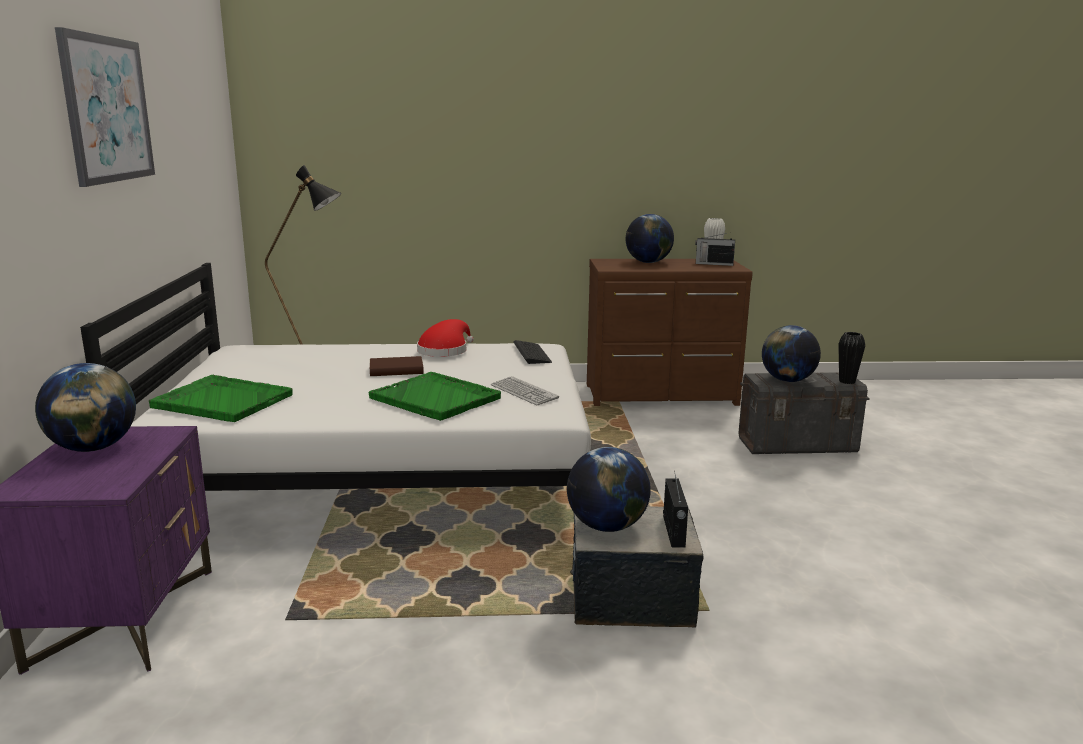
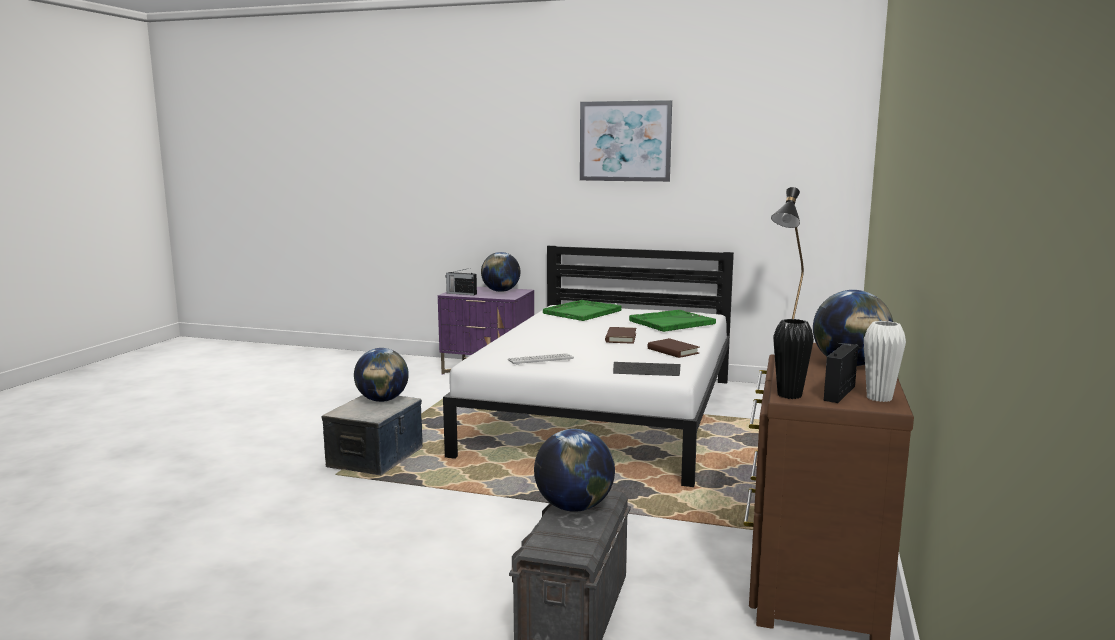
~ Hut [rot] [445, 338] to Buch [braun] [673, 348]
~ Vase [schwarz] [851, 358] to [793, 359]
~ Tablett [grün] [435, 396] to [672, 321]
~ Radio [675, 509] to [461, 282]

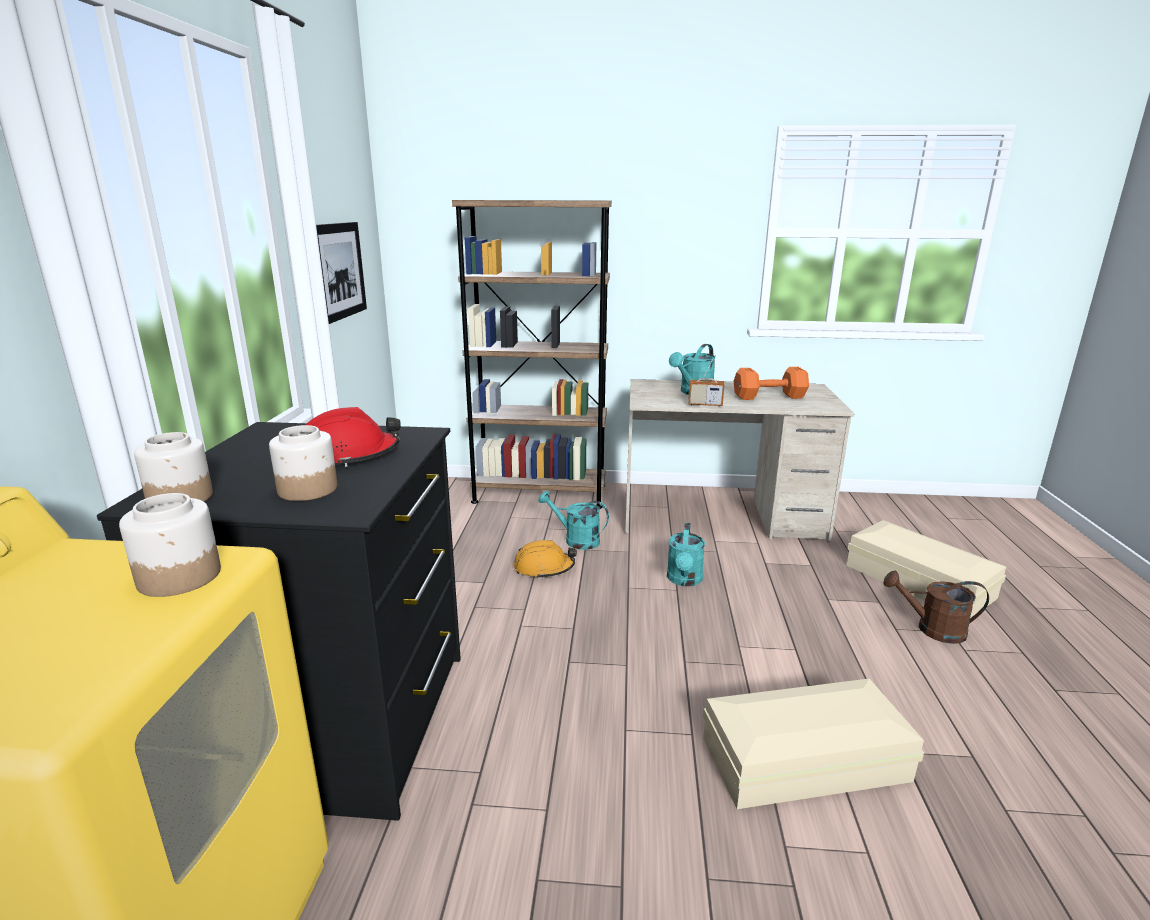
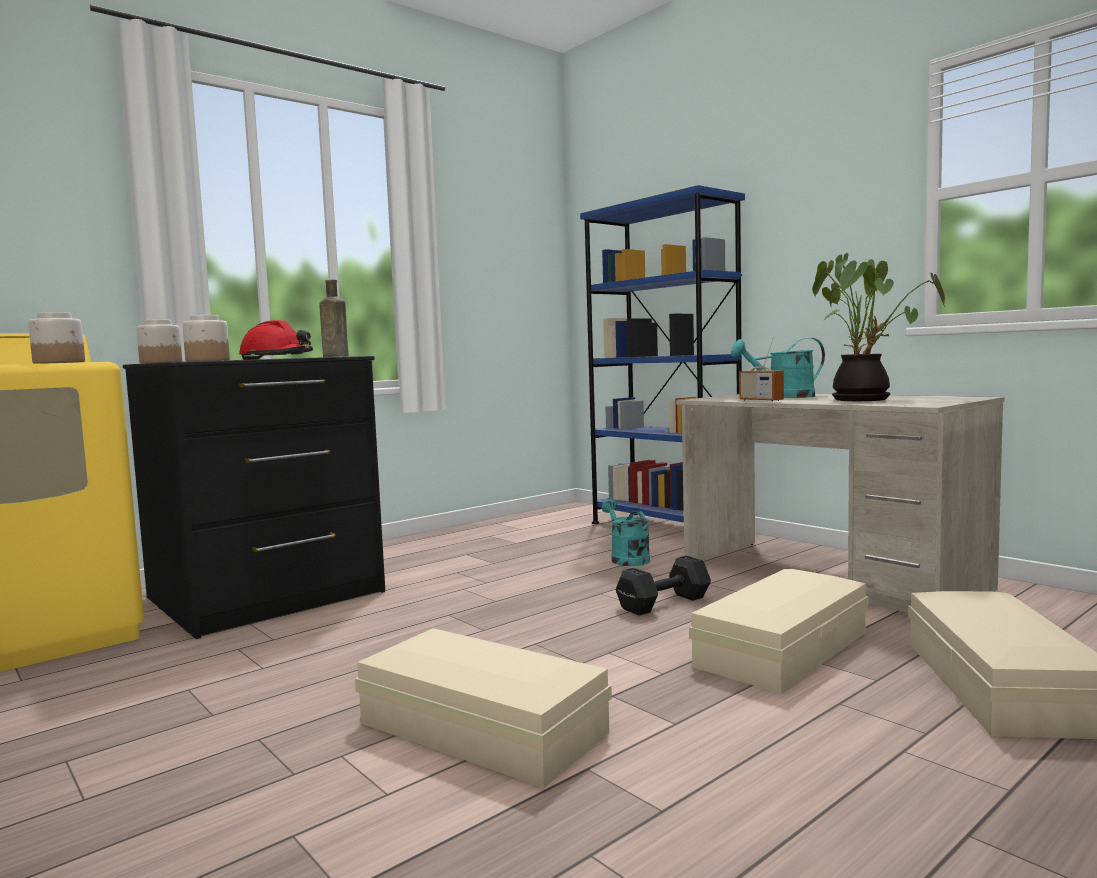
~ Bücherregal [braun] [532, 354] to Bücherregal [blau] [662, 354]
- Bild [341, 273]
~ Hantel [orange] [771, 383] to Topfpflanze [878, 327]
~ Gießkanne [türkis] [686, 554] to Hantel [schwarz] [663, 585]
- Schutzhelm [orange] [545, 559]
- Gießkanne [braun] [936, 607]
+ Flasche [braun] [334, 318]
+ Aufbewahrungsbox [beige] [778, 631]

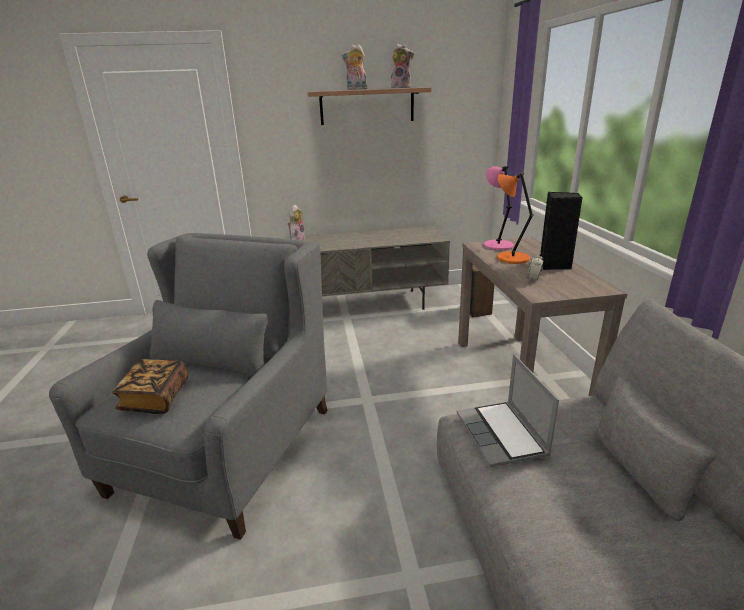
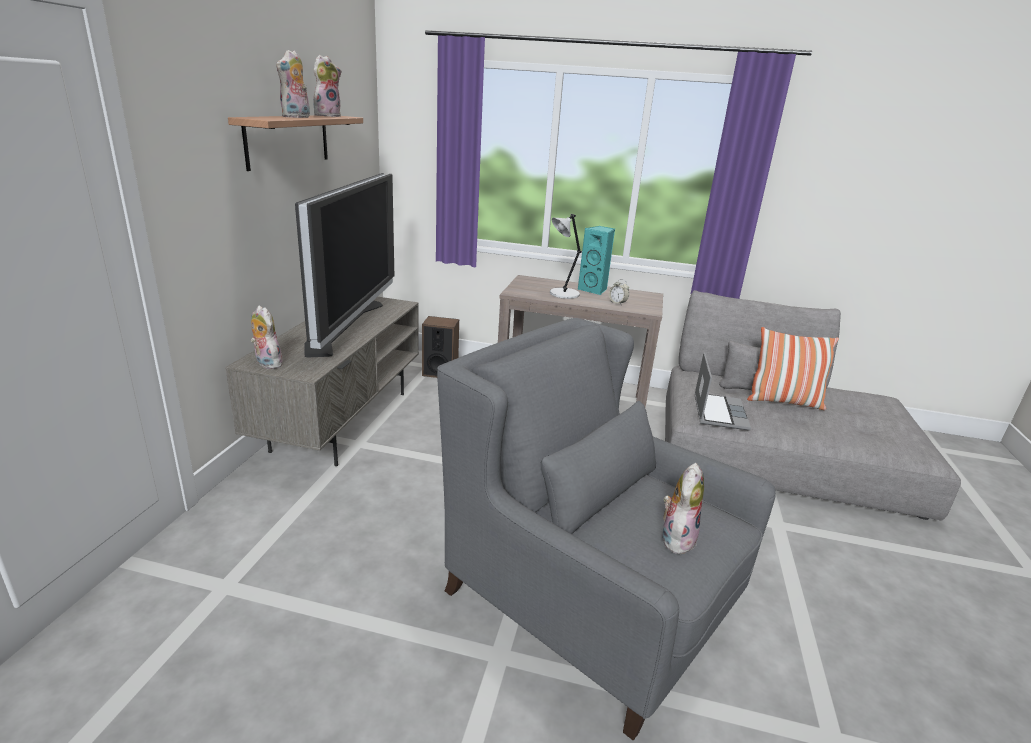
- Tischlampe [rosa] [499, 208]
~ Tischlampe [orange] [515, 218] to Tischlampe [grau] [566, 256]
~ Lautsprecher [schwarz] [561, 231] to Lautsprecher [türkis] [596, 260]
~ Laptop [508, 410] = [722, 391] 90 degrees counterclockwise
~ Buch [150, 386] to Plüschtier [682, 508]
+ Fernseher [344, 265]
+ Kissen [793, 368]

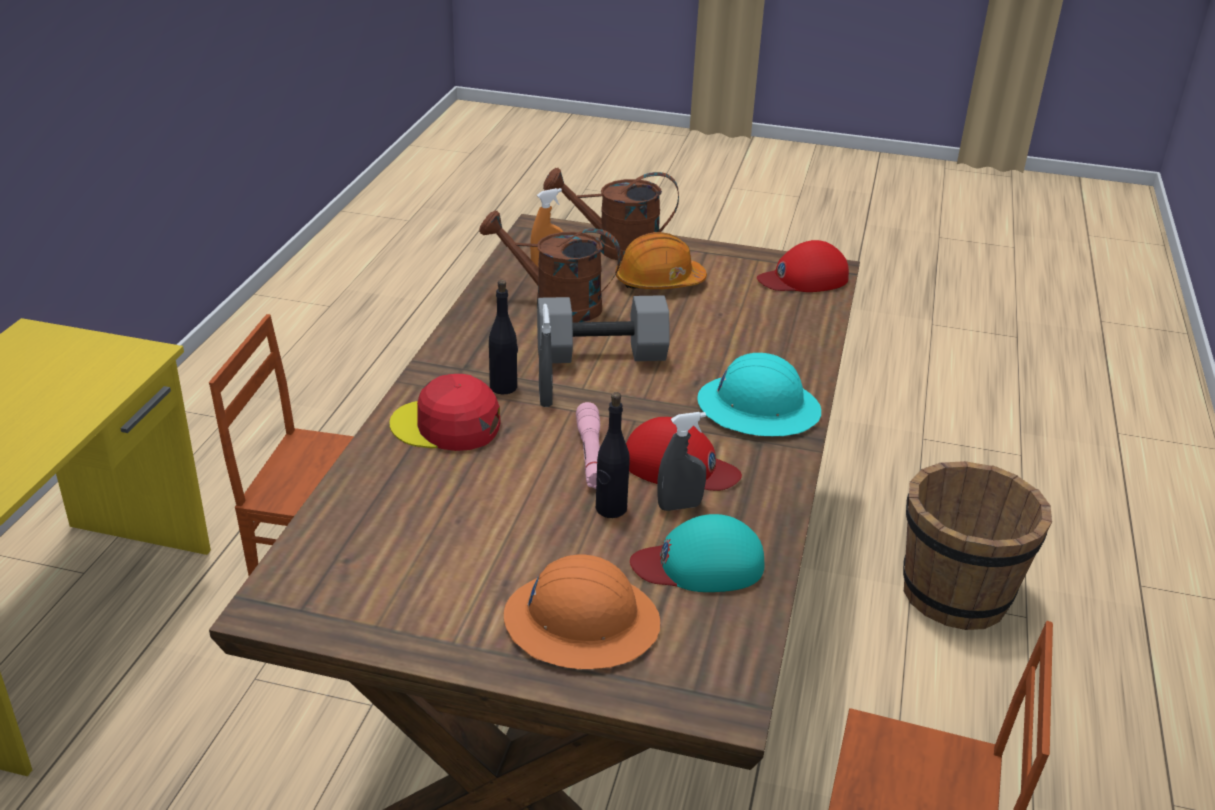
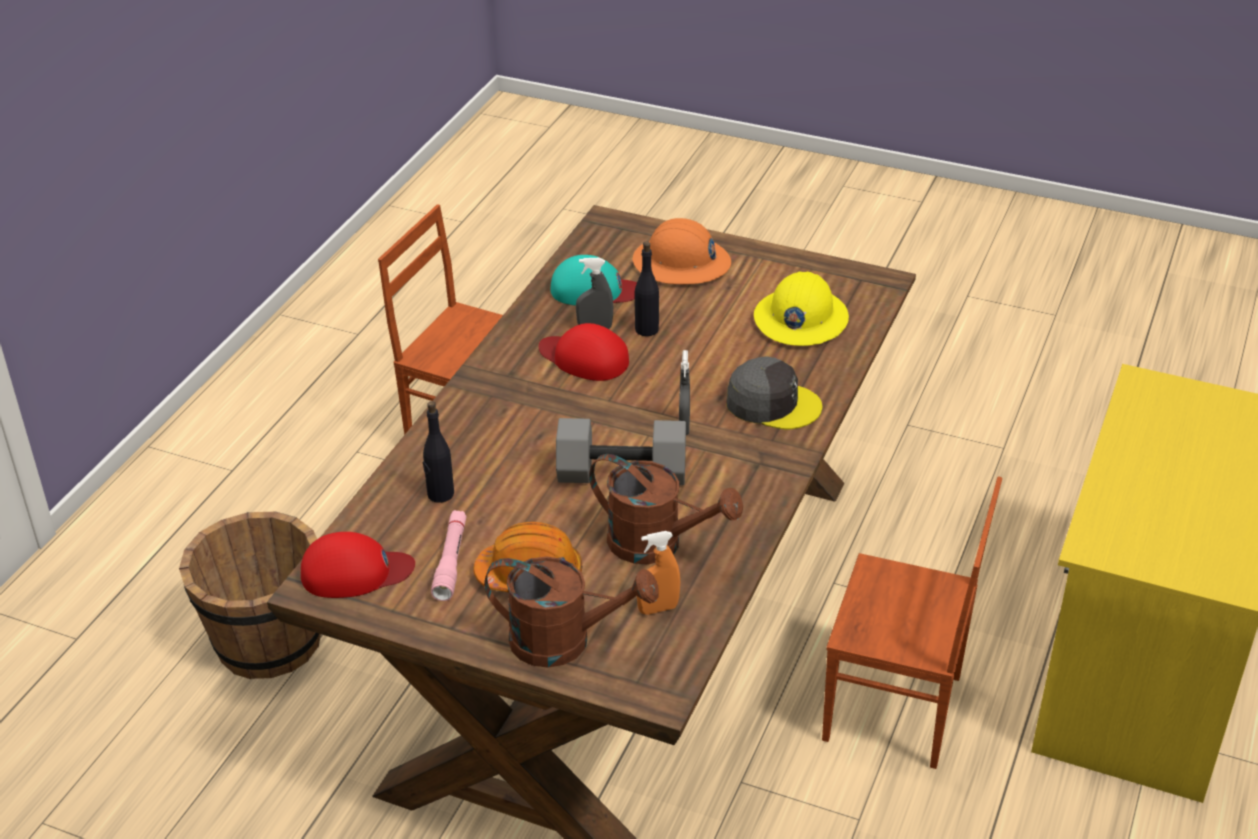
~ Flasche [schwarz] [503, 337] to [438, 452]
- Schutzhelm [türkis] [759, 394]
~ Kappe [rot] [444, 412] to Kappe [grau] [774, 393]
~ Taschenlampe [rosa] [588, 445] to [448, 555]
+ Schutzhelm [gelb] [801, 308]

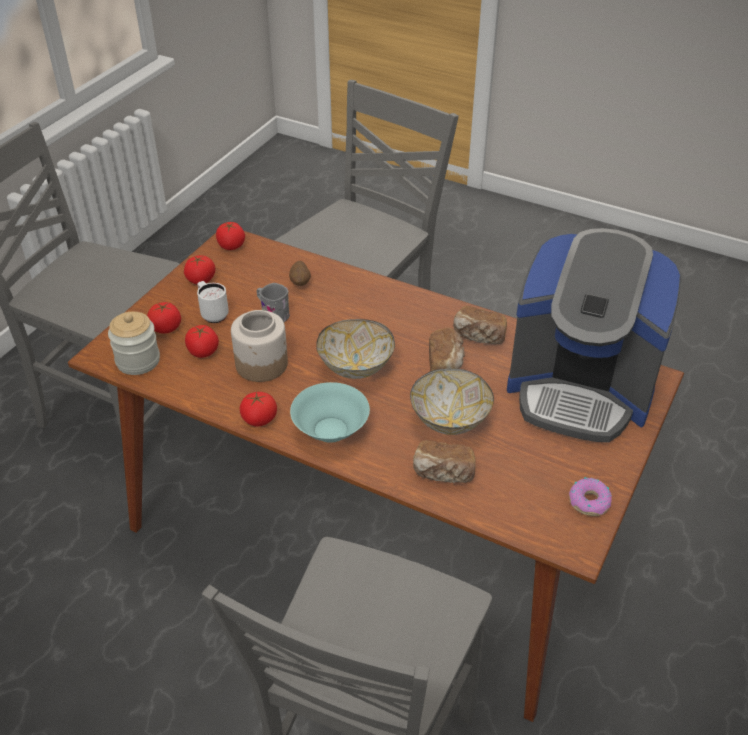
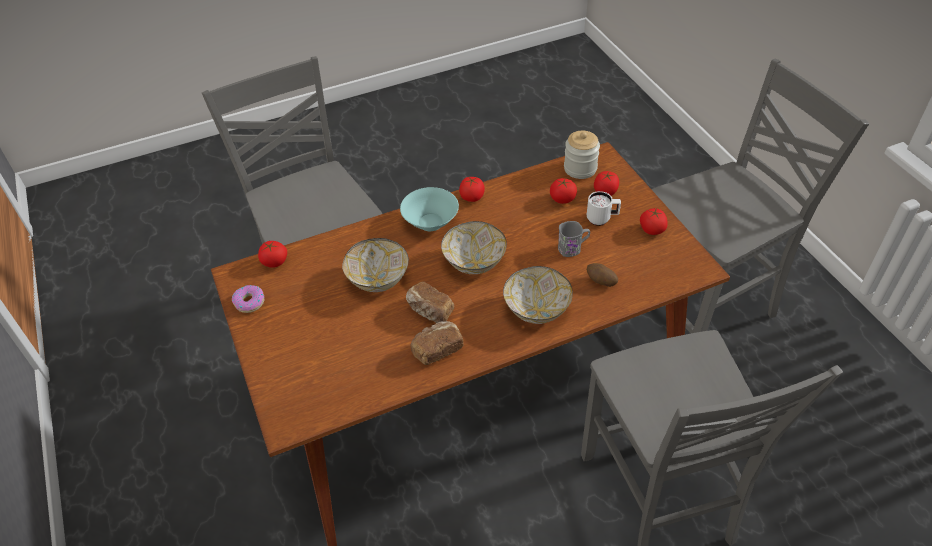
~ Tomate [230, 236] to [272, 254]
- Kaffeemaschine [594, 335]
- Vorratsglas [259, 346]
- Brot [444, 461]
+ Schüssel [538, 295]

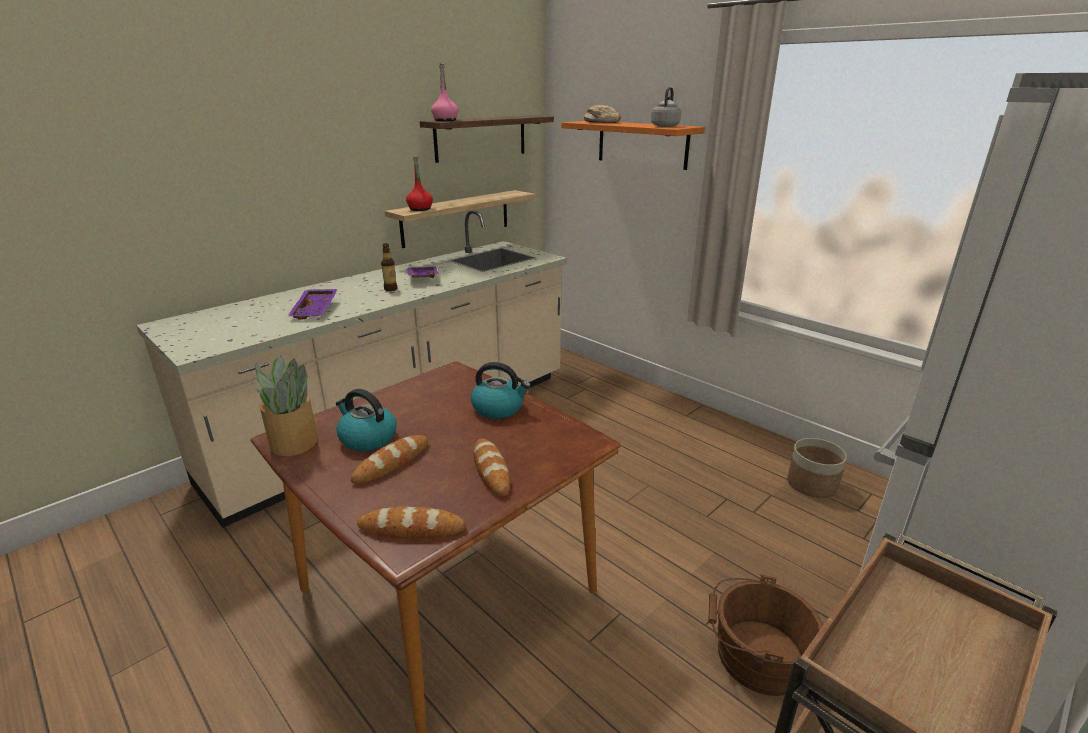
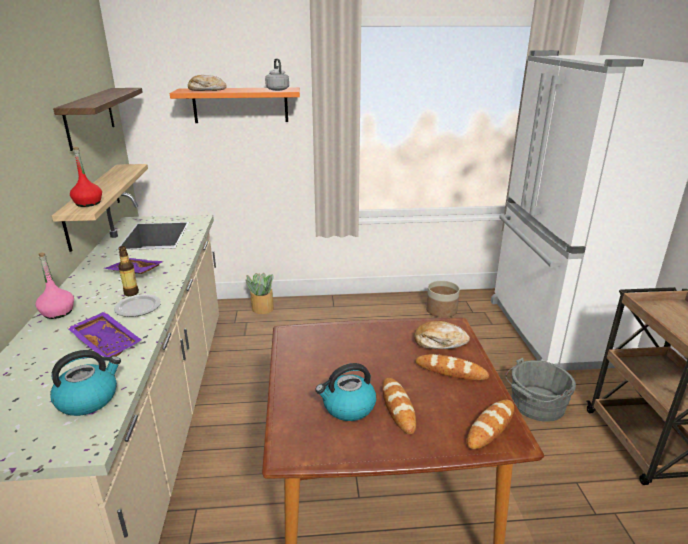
~ Flasche [rosa] [444, 92] to [54, 286]
~ Topfpflanze [285, 405] to [259, 293]
~ Wasserkessel [501, 390] to [85, 383]
~ Eimer [braun] [765, 635] to Eimer [grau] [540, 390]
+ Teller [137, 305]
+ Brot [442, 335]

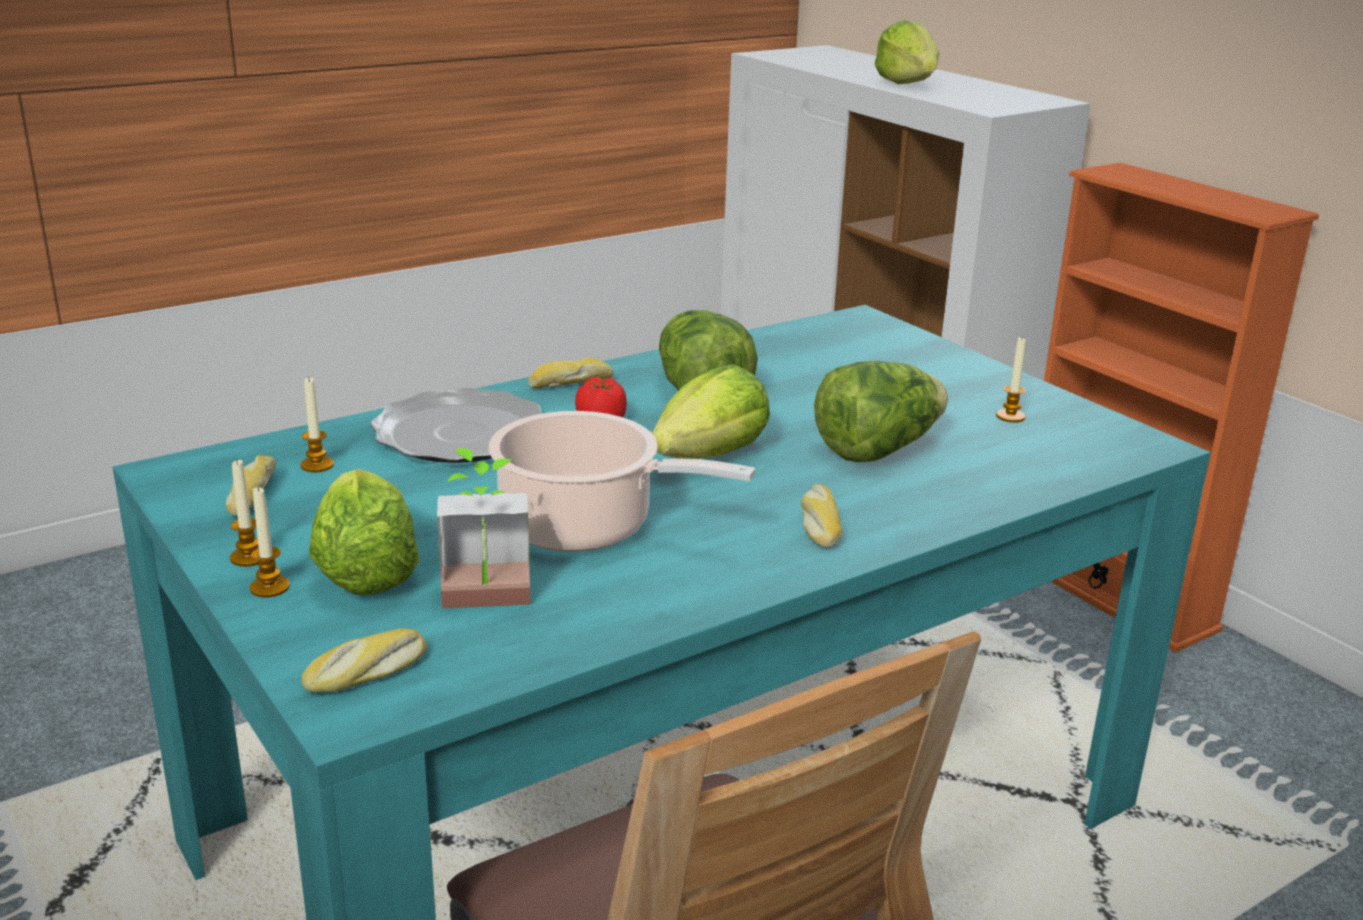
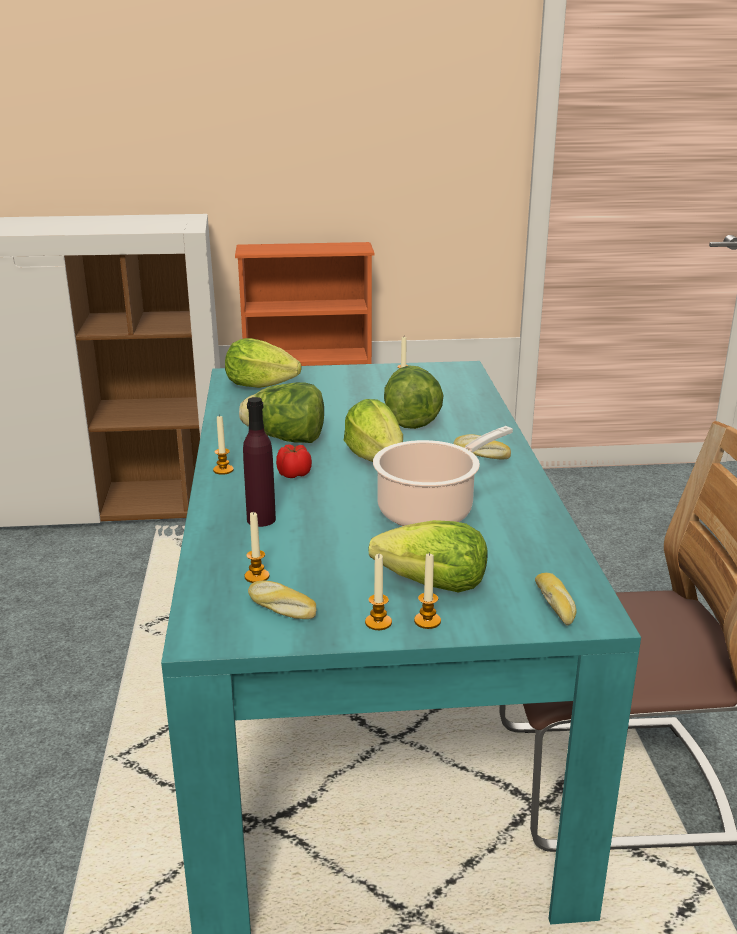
~ Salatkopf [906, 52] to [263, 363]
~ Brot [570, 372] to Kerze [223, 444]
~ Teller [456, 425] to Flasche [lila] [259, 462]
- Topfpflanze [483, 528]

